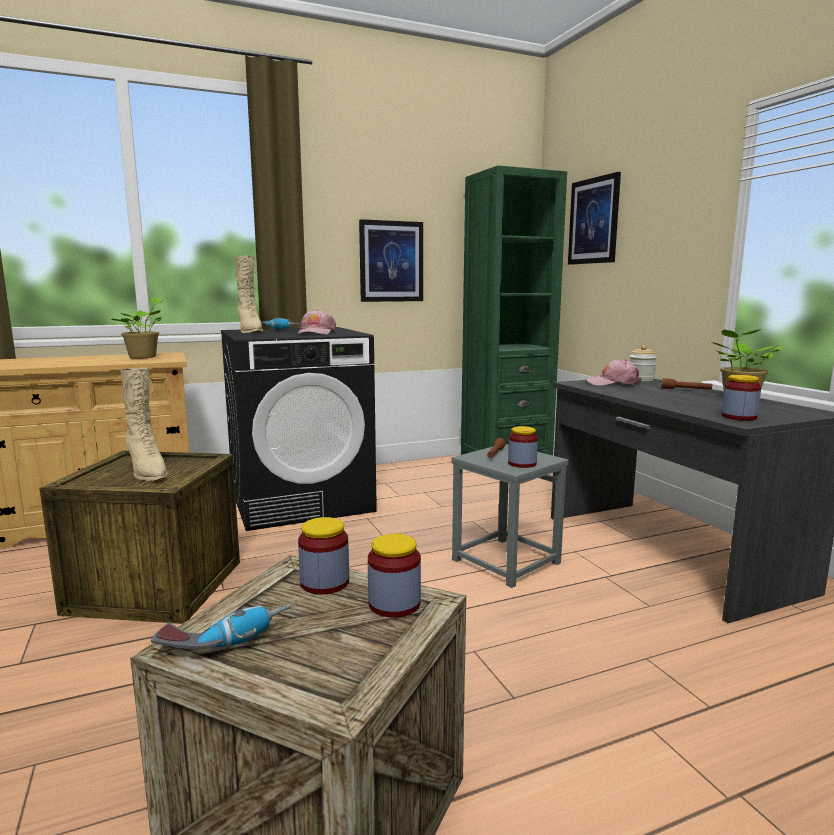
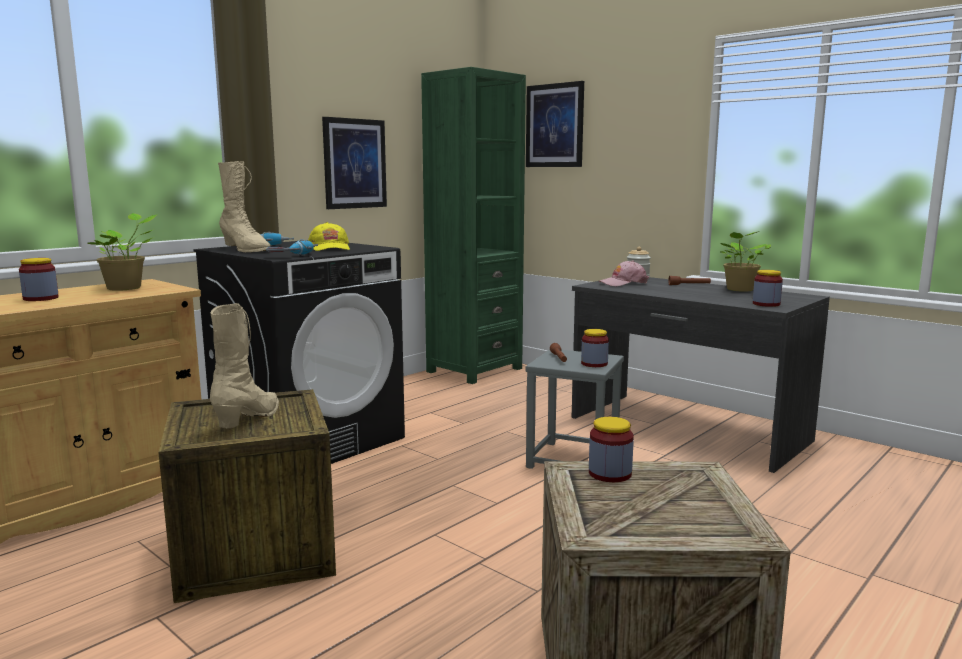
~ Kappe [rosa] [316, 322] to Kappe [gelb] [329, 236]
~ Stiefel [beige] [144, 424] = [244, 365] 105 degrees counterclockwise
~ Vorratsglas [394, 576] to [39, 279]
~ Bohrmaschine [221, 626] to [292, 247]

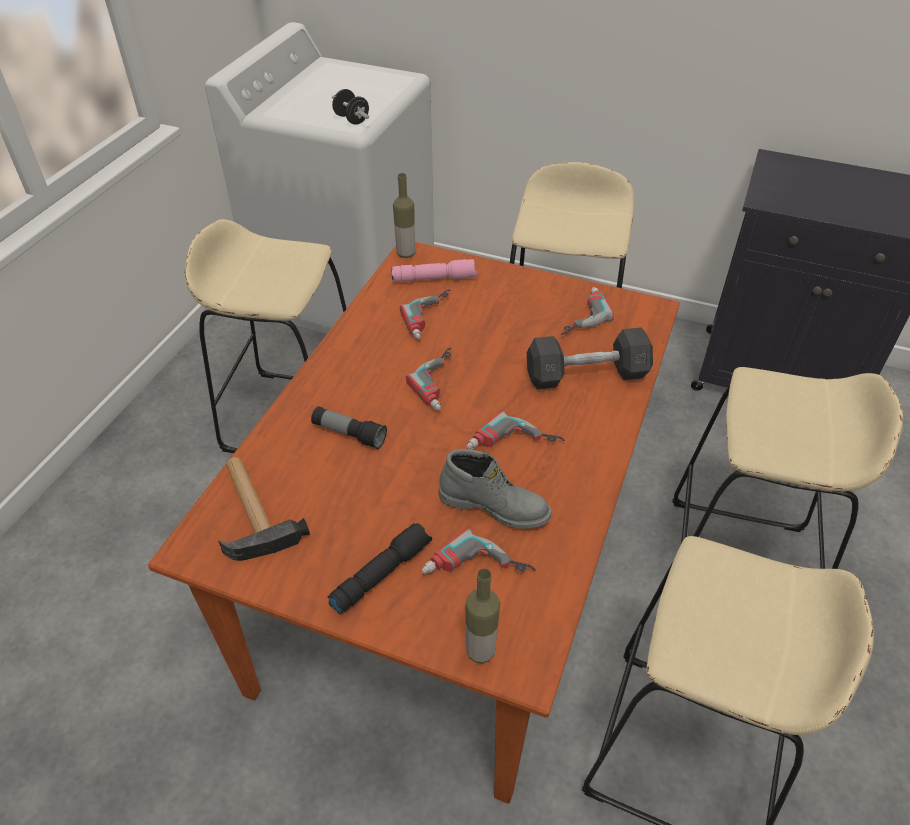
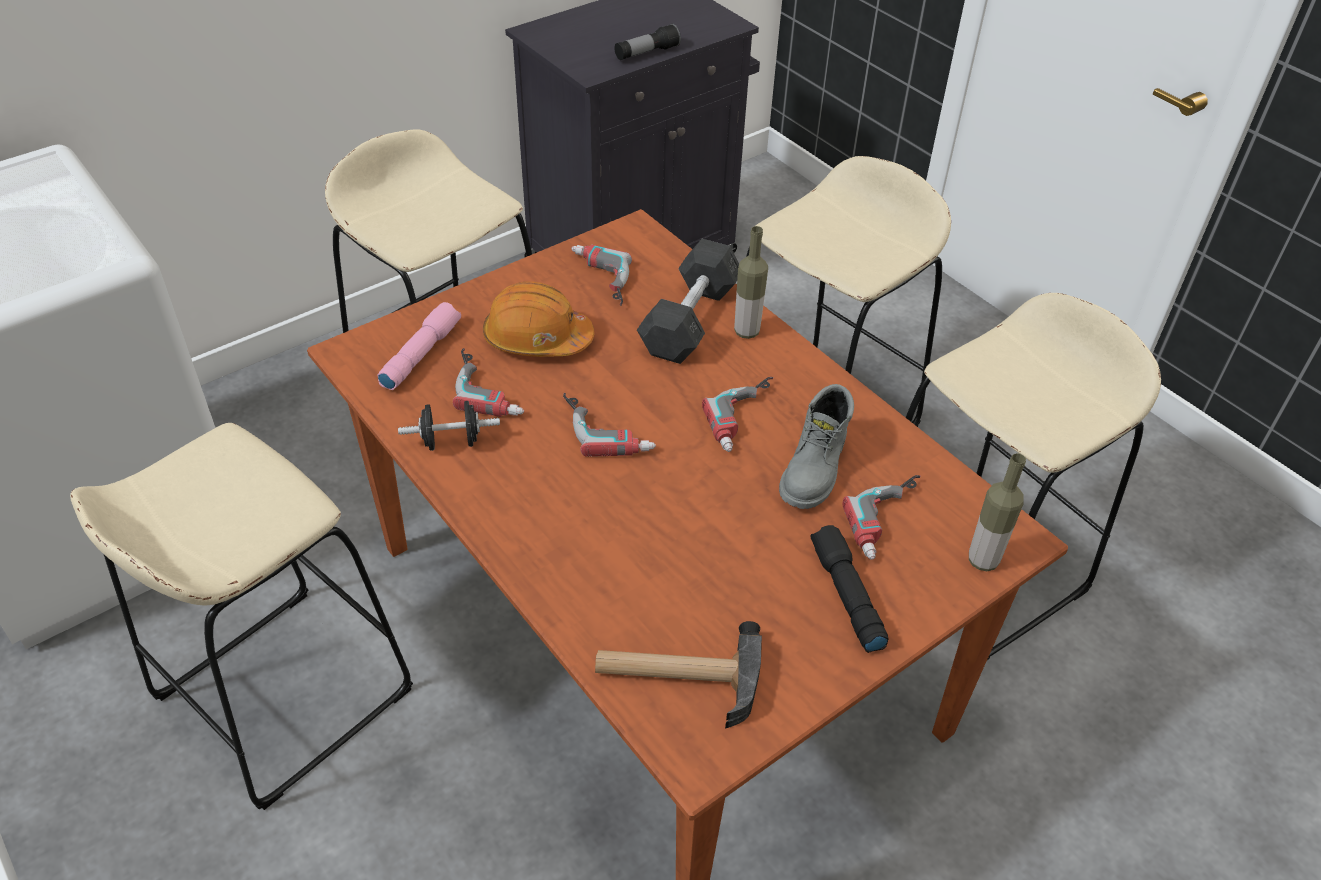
~ Hantel [schwarz] [350, 107] to [449, 426]
~ Flasche [404, 215] to [751, 282]
~ Taschenlampe [349, 427] to [647, 42]
~ Stiefel [grau] [495, 489] = [816, 446] 150 degrees clockwise
+ Schutzhelm [orange] [539, 319]

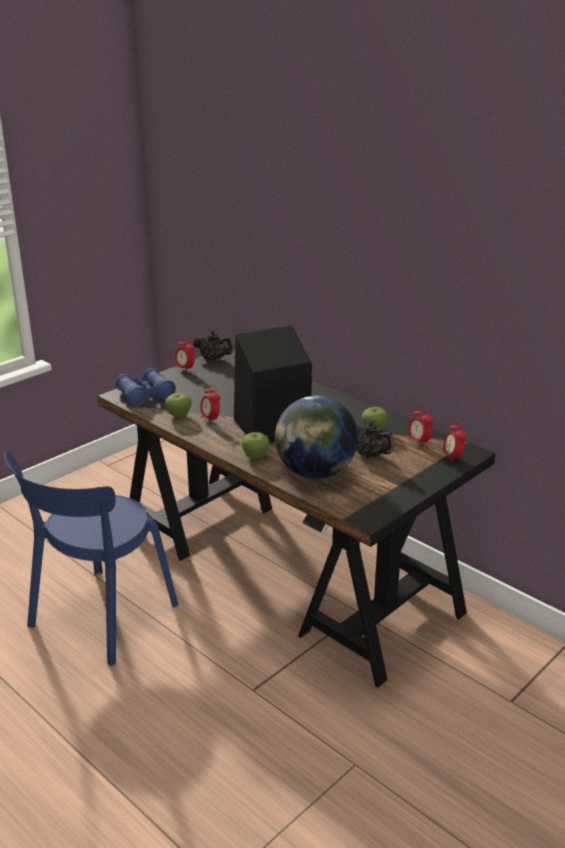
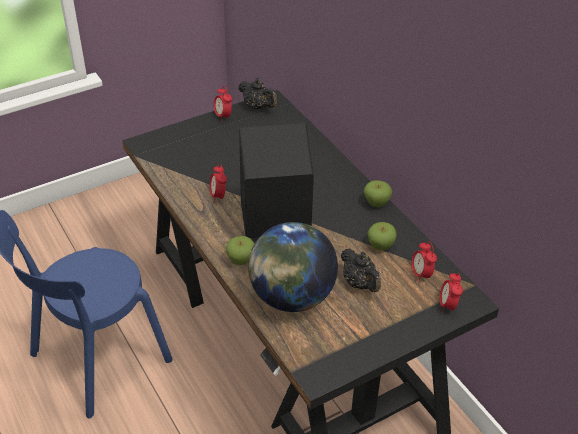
- Fernglas [blau] [145, 387]
~ Apfel [178, 405] to [378, 193]

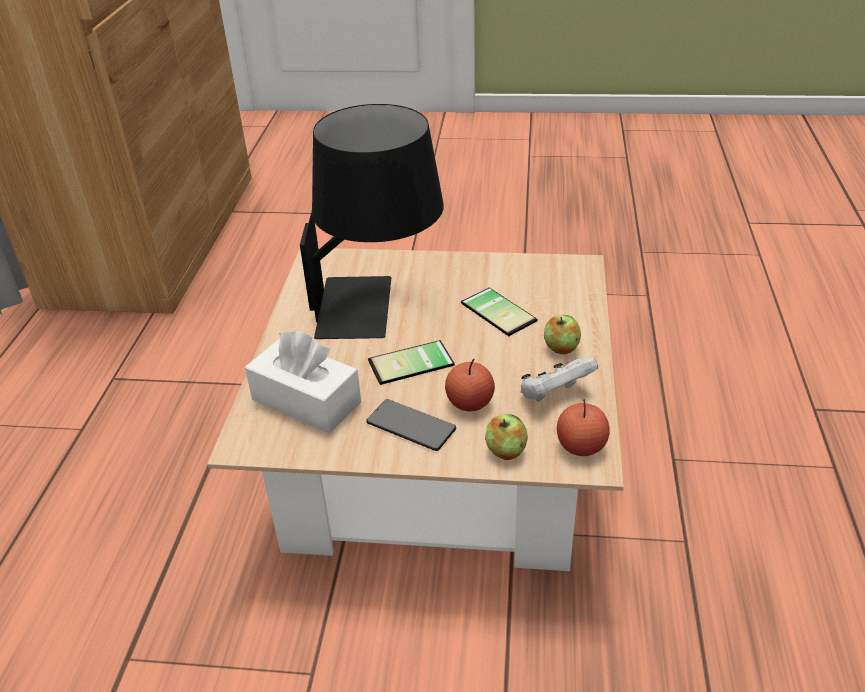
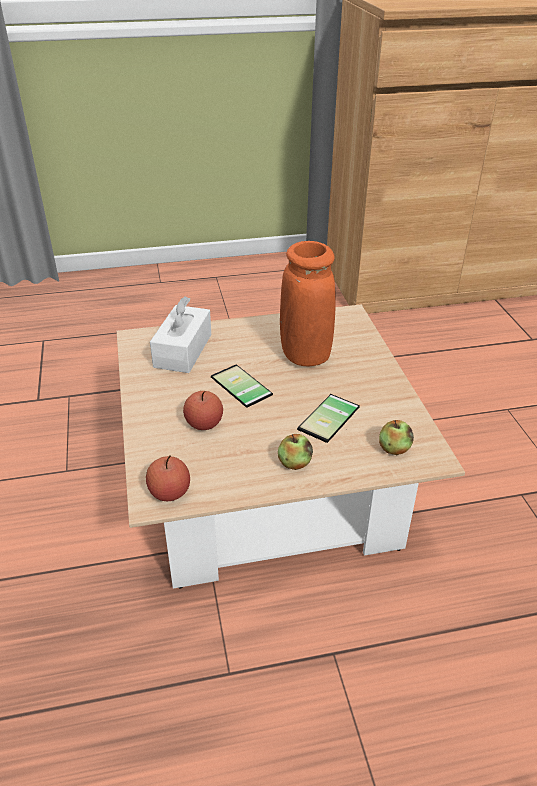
~ Tischlampe [schwarz] [372, 221] to Vase [orange] [308, 303]
- Gamepad [weiß] [559, 380]
- Handy [411, 425]
~ Apfel [506, 437] to [396, 437]

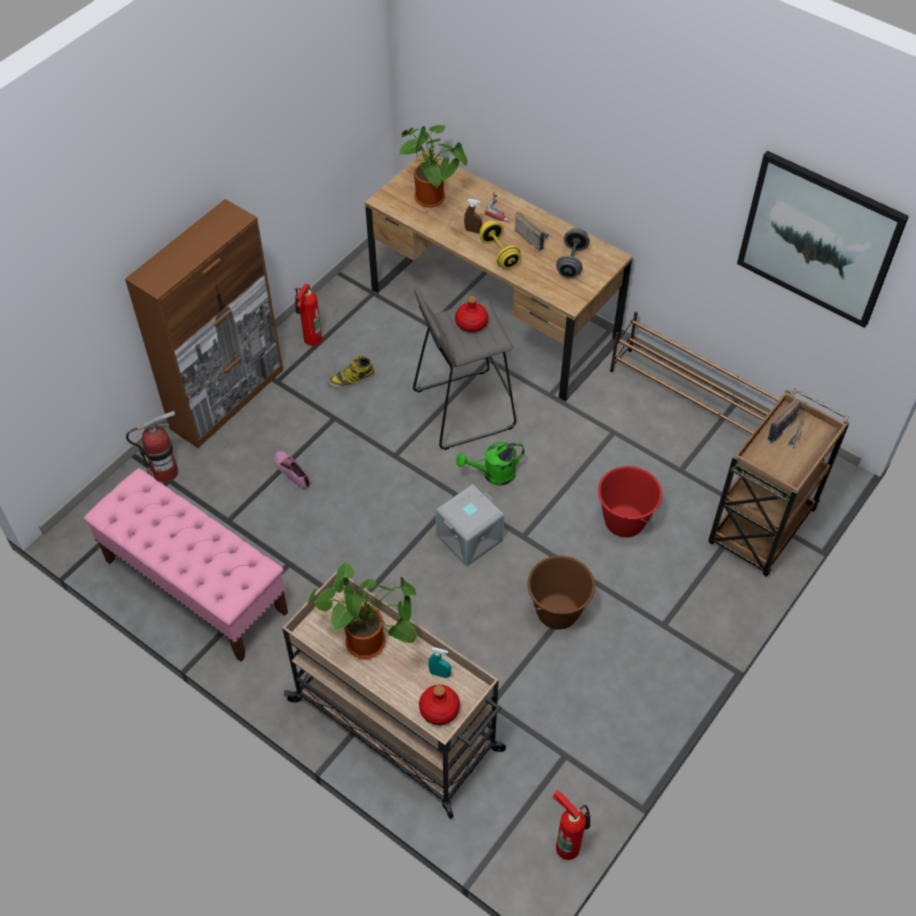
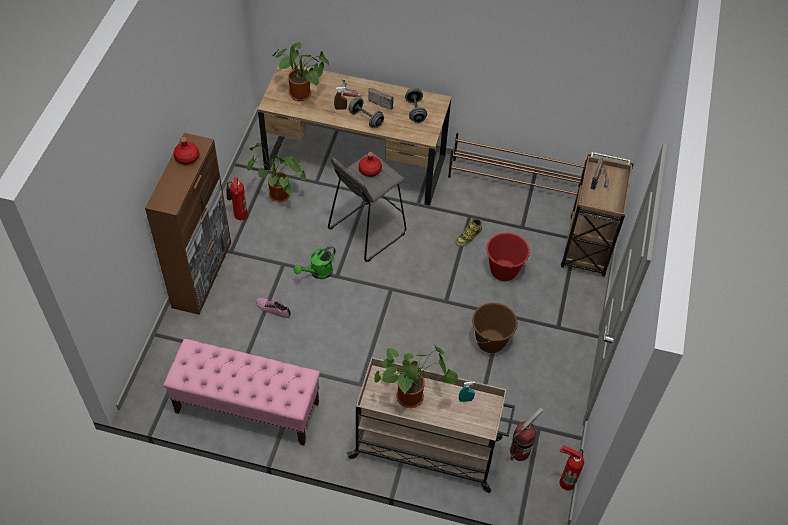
- Bild [823, 239]
~ Hantel [gelb] [500, 244] to Hantel [grau] [366, 113]
~ Stiefel [351, 371] to [468, 232]
~ Feuerlöscher [152, 447] to [527, 434]
~ Gießkanne [grün] [490, 464] to [315, 262]
- Aufbewahrungsbox [grau] [470, 525]
~ Flasche [rot] [439, 705] to [186, 151]
+ Topfpflanze [276, 171]

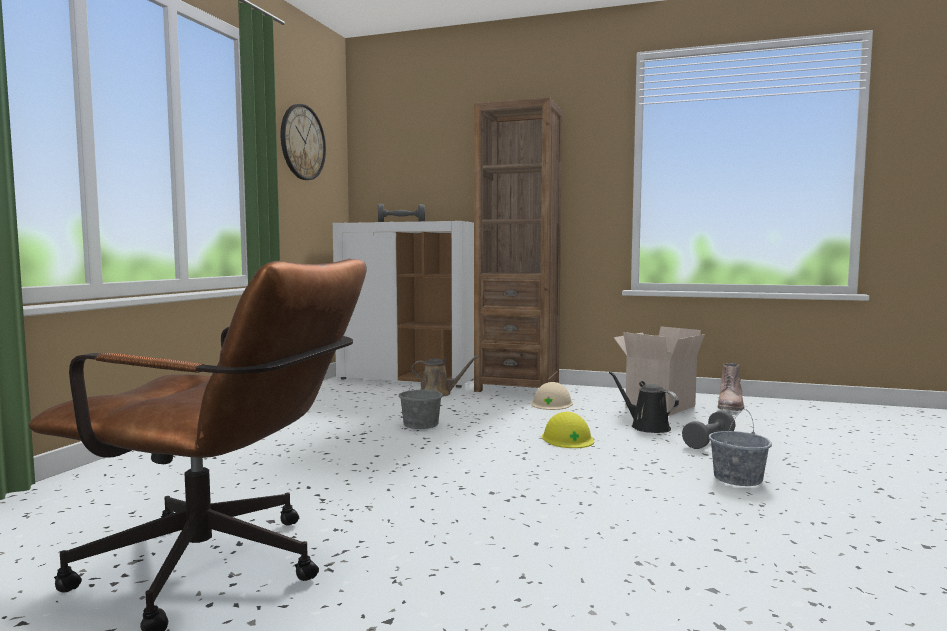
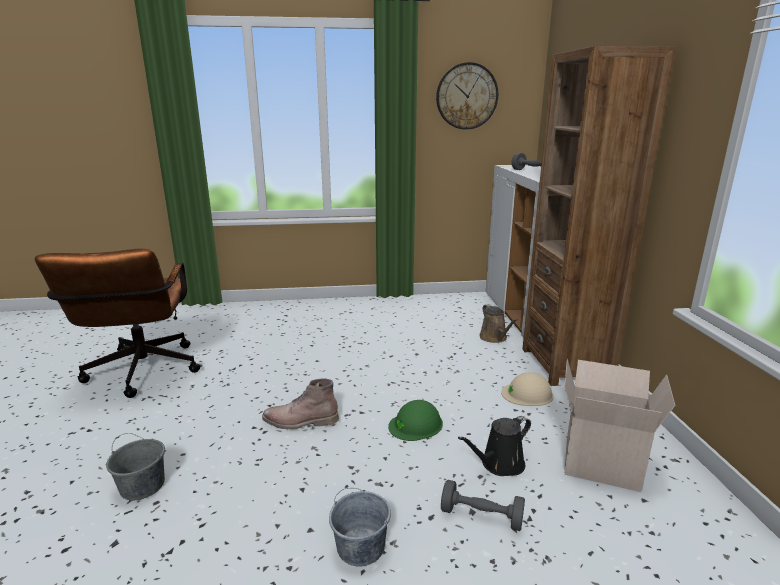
~ Stiefel [braun] [731, 387] to [300, 403]
~ Eimer [grau] [421, 400] to [135, 466]
~ Gießkanne [schwarz] [644, 402] = [494, 446] 150 degrees counterclockwise
~ Schutzhelm [gelb] [568, 430] to Schutzhelm [grün] [415, 420]

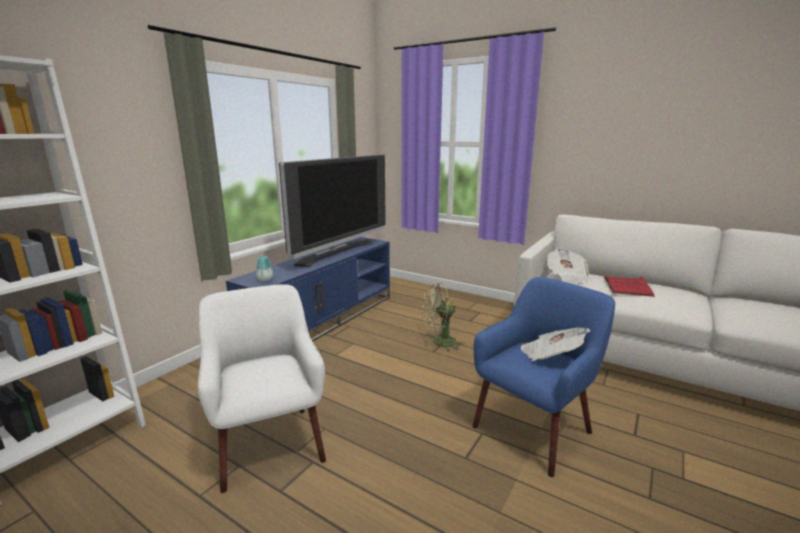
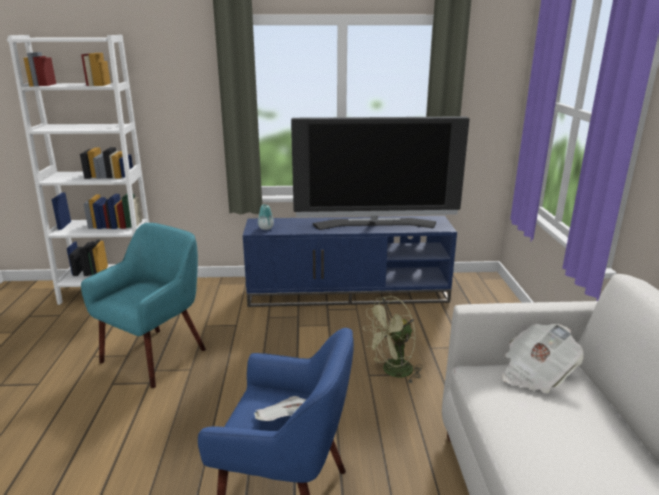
- Buch [rot] [629, 286]
~ Ventilator [grün] [443, 317] = [393, 339] 75 degrees counterclockwise
~ Sessel [weiß] [262, 388] to Sessel [türkis] [143, 305]

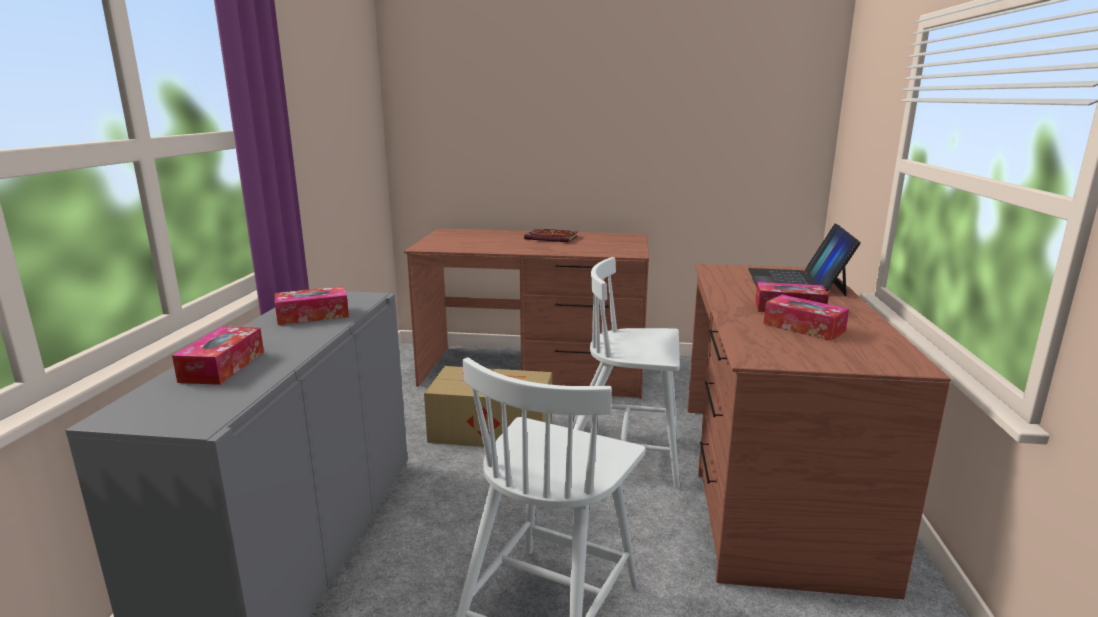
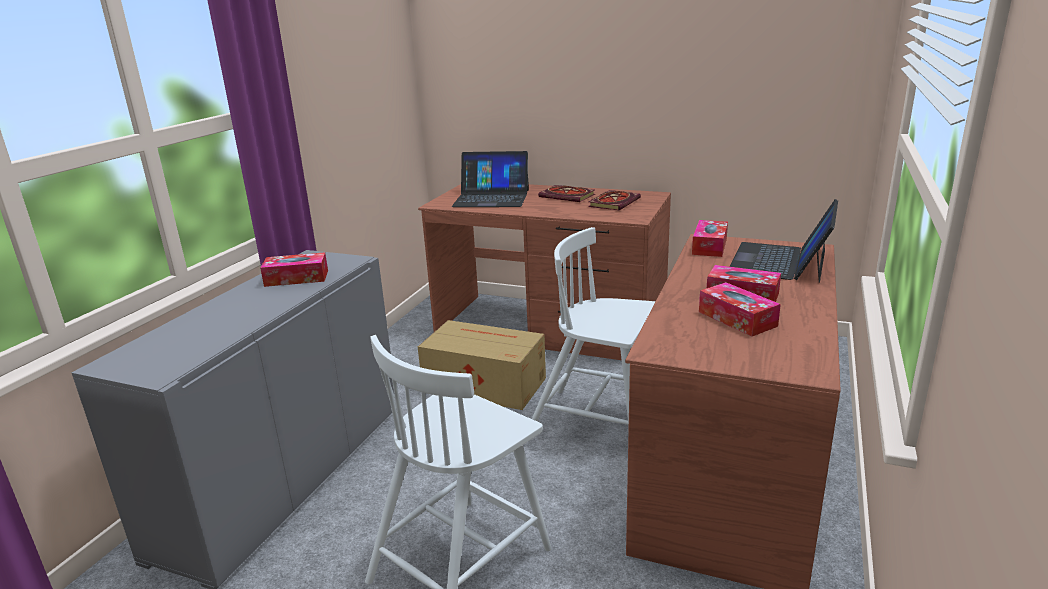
~ Taschentuchbox [218, 355] to [710, 238]
+ Laptop [490, 179]
+ Buch [614, 200]

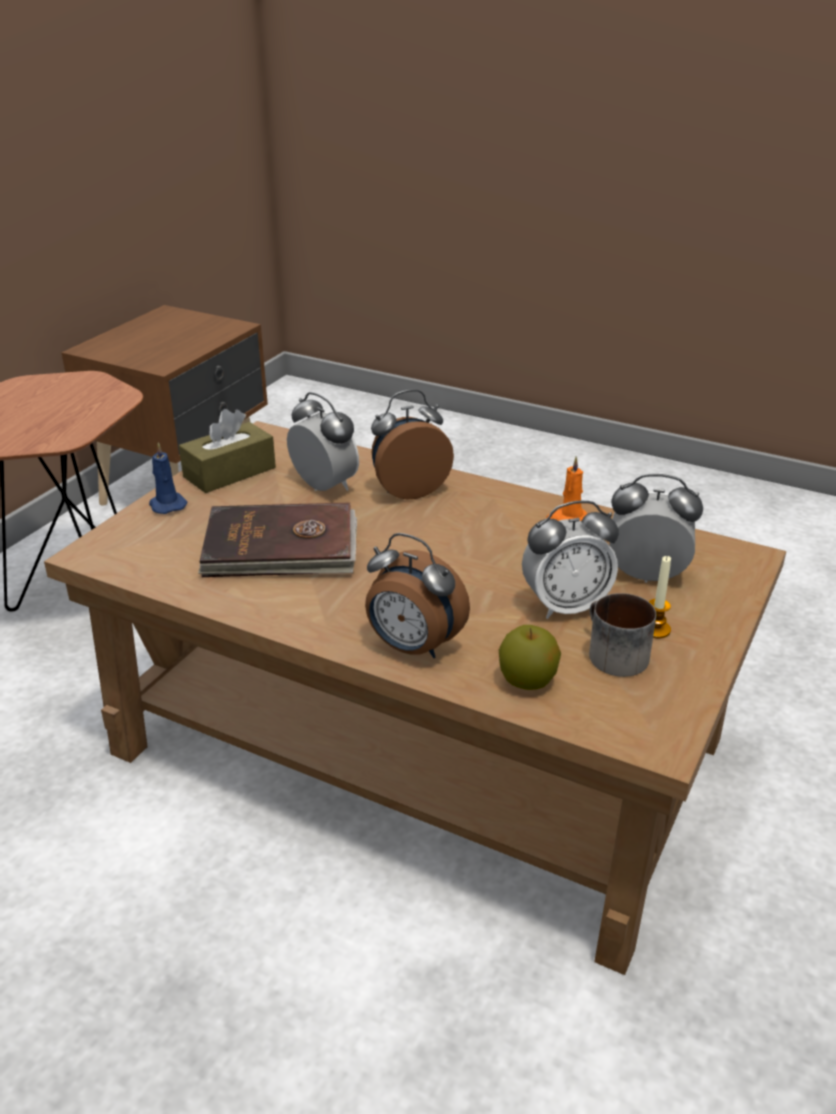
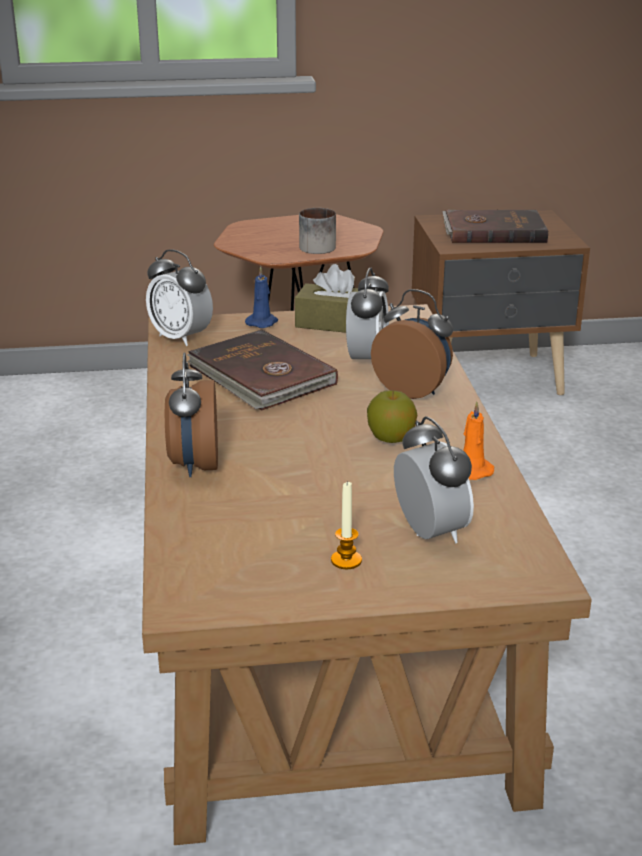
~ Wecker [570, 560] to [179, 297]
~ Henkelbecher [622, 635] to [317, 231]
~ Apfel [530, 657] to [392, 416]
+ Buch [braun] [495, 226]

